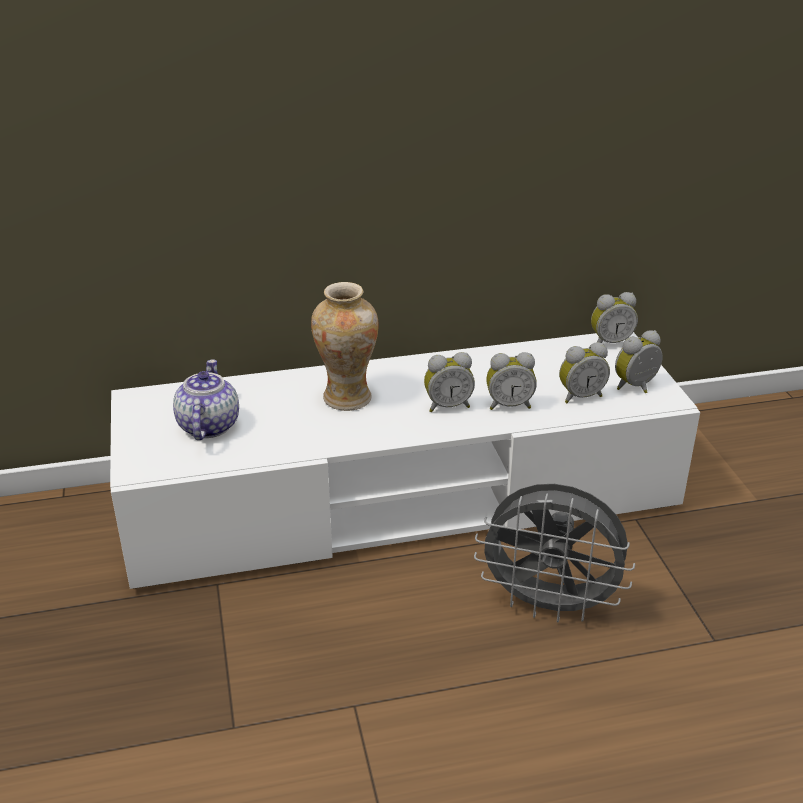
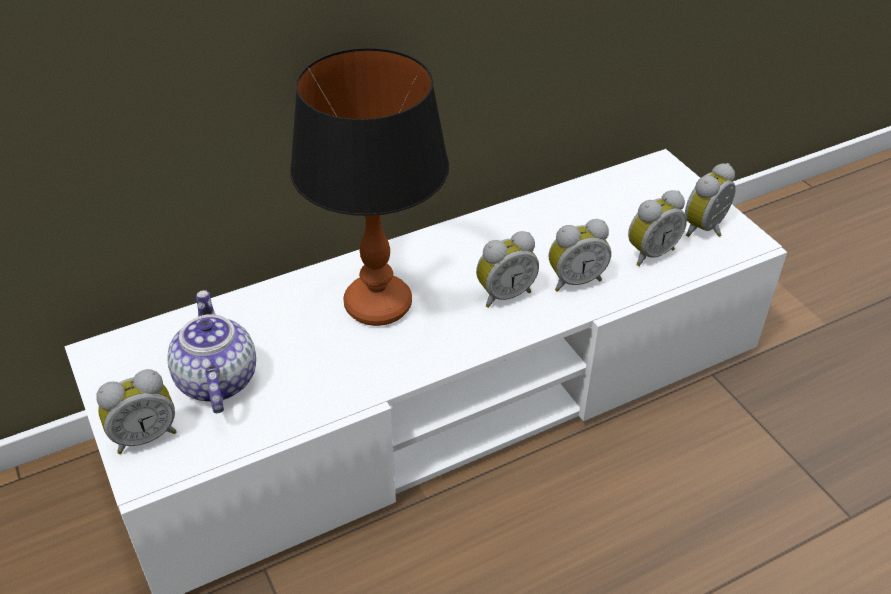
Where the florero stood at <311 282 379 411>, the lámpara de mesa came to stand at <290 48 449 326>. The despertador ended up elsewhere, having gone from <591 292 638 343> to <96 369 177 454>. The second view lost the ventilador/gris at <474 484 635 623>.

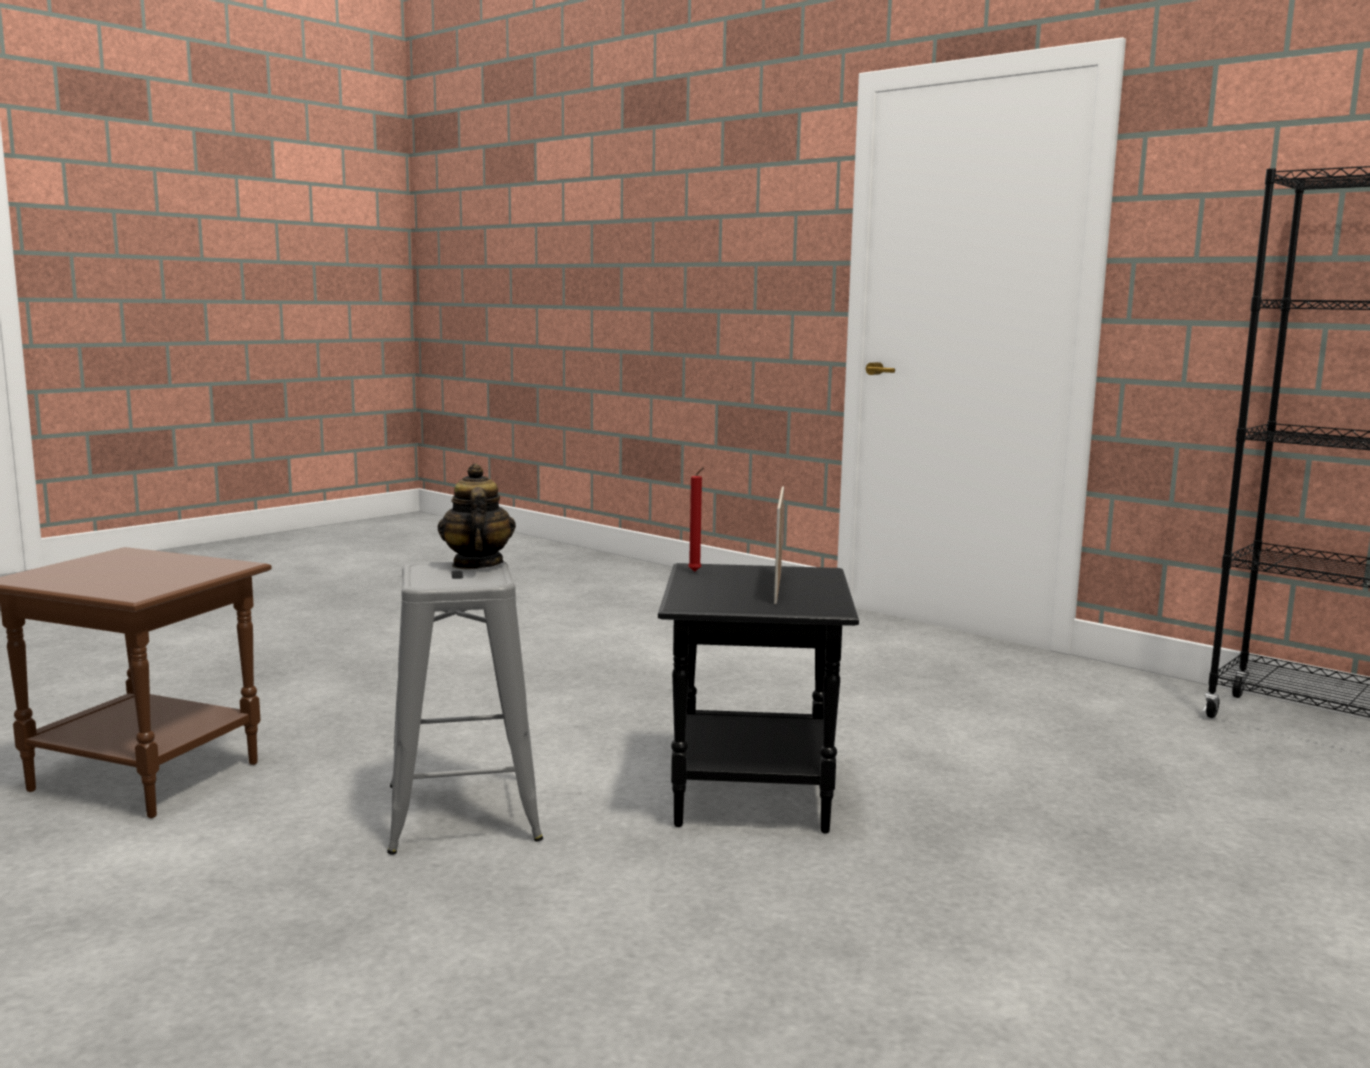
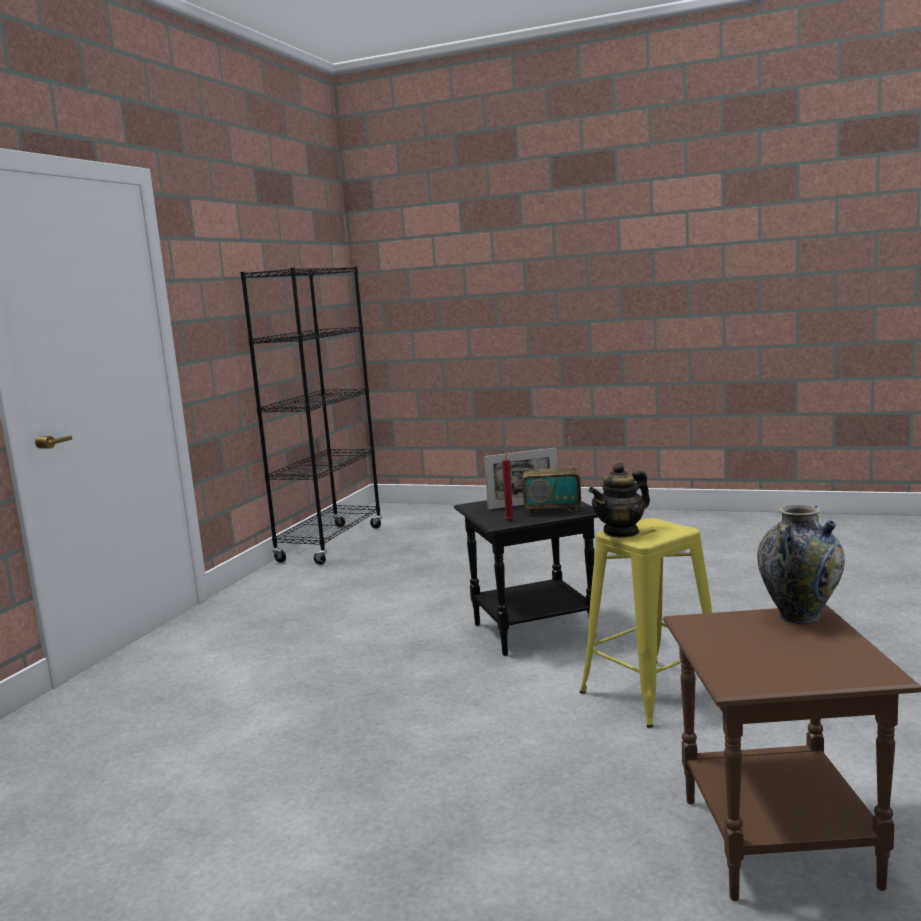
What was the taburete/gris at <387 561 543 855> turned into the taburete/amarillo at <580 518 712 728>. The second view gained the radio at <522 437 581 515>. The second view gained the florero at <757 505 845 624>.

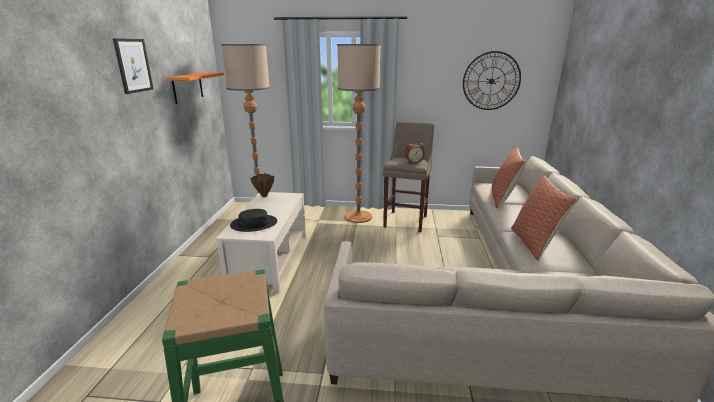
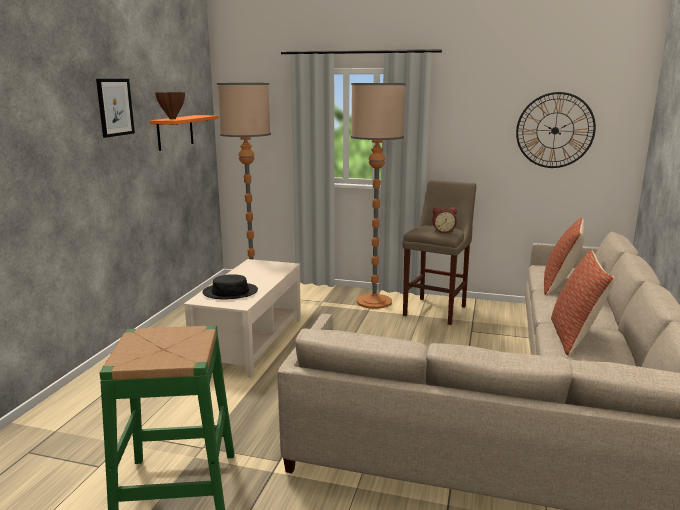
The florero/marrón ended up elsewhere, having gone from <250 173 274 197> to <155 92 185 119>.

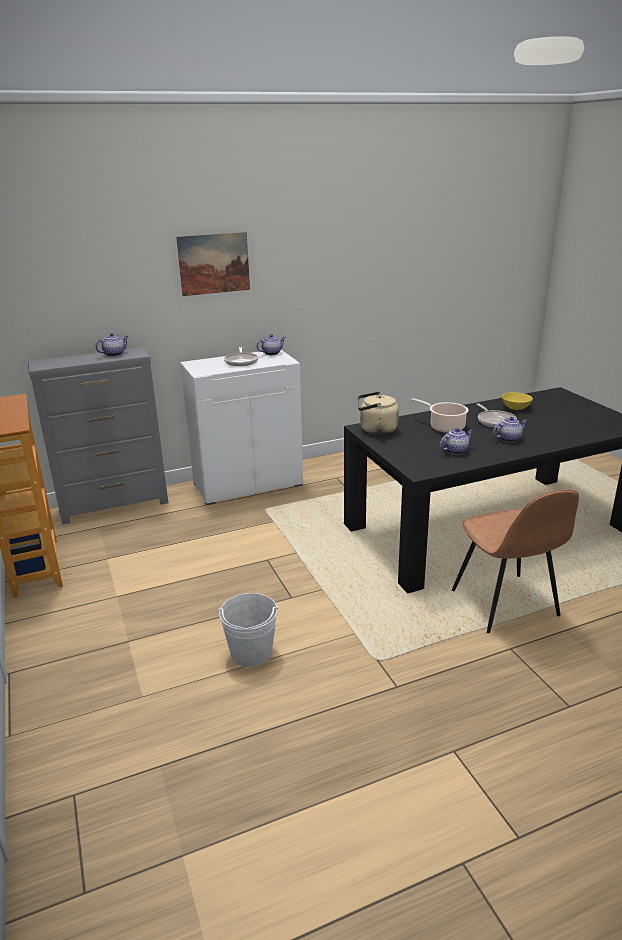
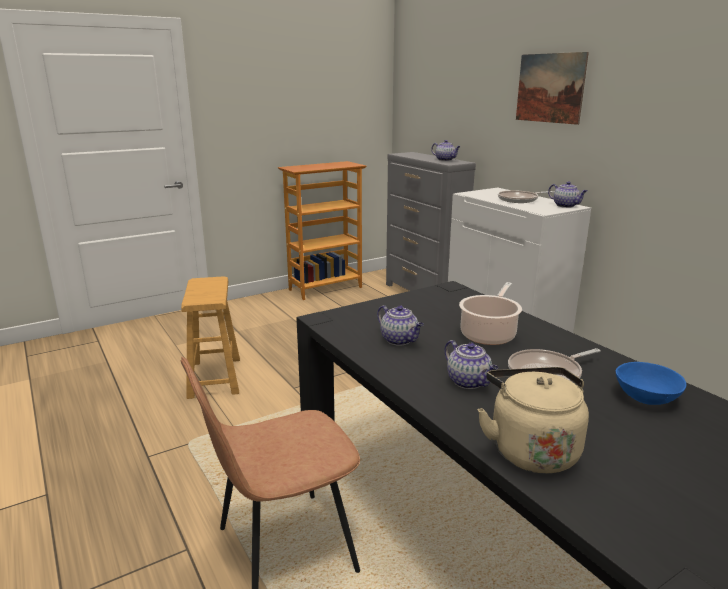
The hervidor/beis ended up elsewhere, having gone from <358 391 399 435> to <477 367 589 473>. What was the cuenco/amarillo at <502 392 533 410> turned into the cuenco/azul at <616 362 686 405>. Where the cubo/blanco stood at <218 593 278 667>, the taburete/marrón came to stand at <181 276 240 399>.

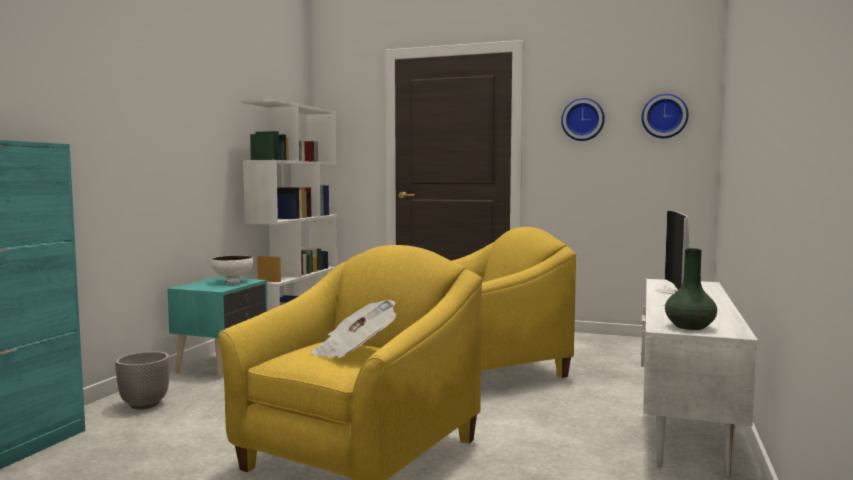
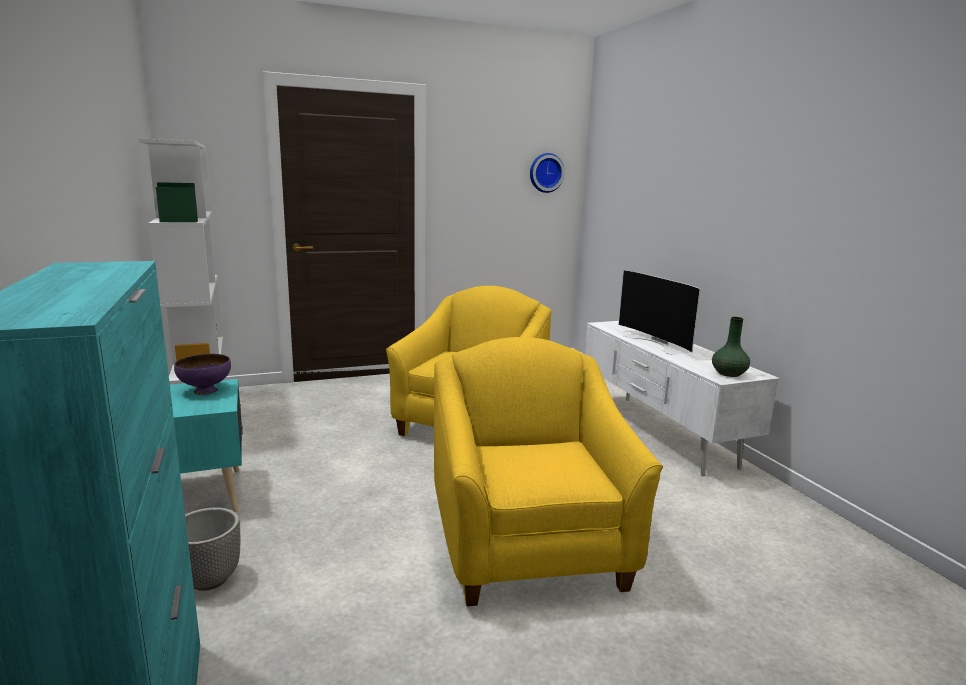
The second view lost the reloj de pared at <561 98 605 141>. What was the cuenco/blanco at <211 256 253 284> turned into the cuenco/morado at <174 354 231 395>. The second view lost the periódico at <311 300 396 358>.

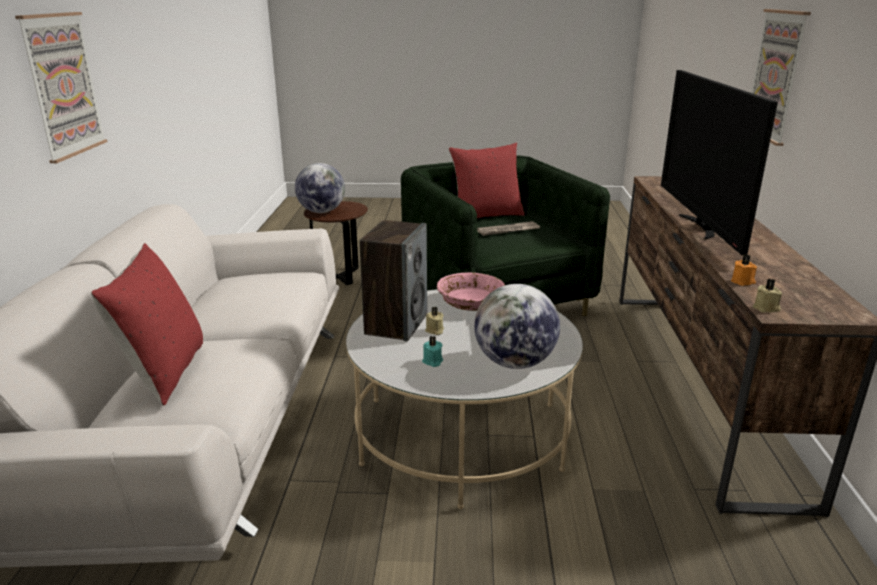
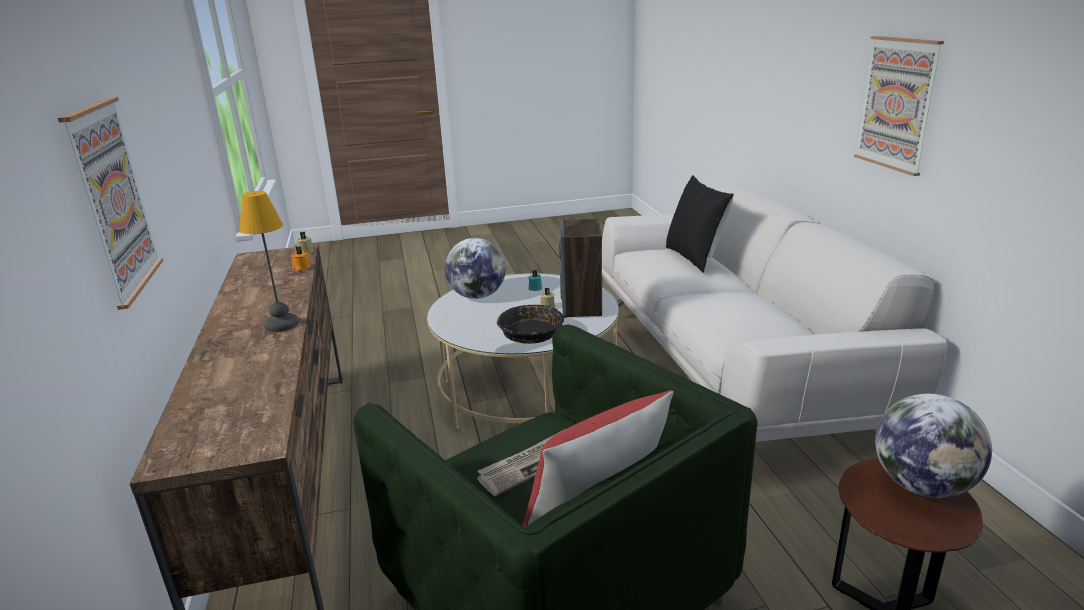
Where the televisor stood at <661 70 778 255>, the lámpara de mesa came to stand at <239 191 299 332>. What was the cojín/rojo at <91 243 203 406> turned into the cojín/negro at <666 175 734 273>. What was the cuenco/rosa at <437 272 505 311> turned into the cuenco/negro at <497 305 564 344>.

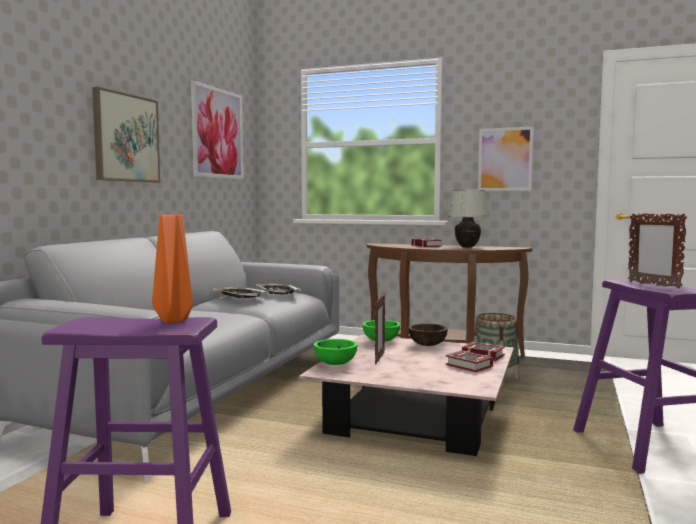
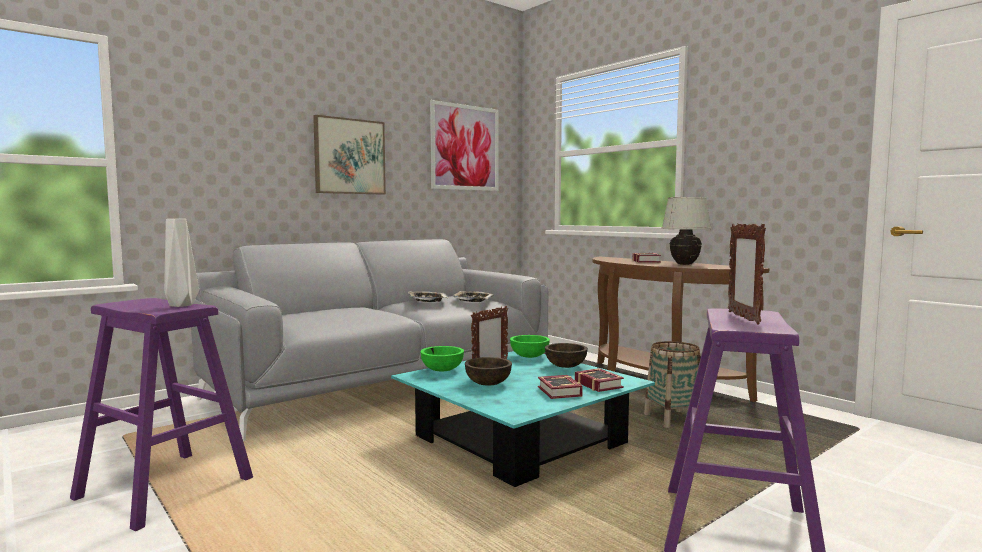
The second view lost the cuadro at <478 127 533 191>. What was the florero/naranja at <152 214 193 323> turned into the florero/gris at <164 219 199 307>. What was the mesa de centro/rosa at <299 335 514 456> turned into the mesa de centro/turquesa at <391 351 655 487>. The second view gained the cuenco/marrón at <465 357 512 386>.

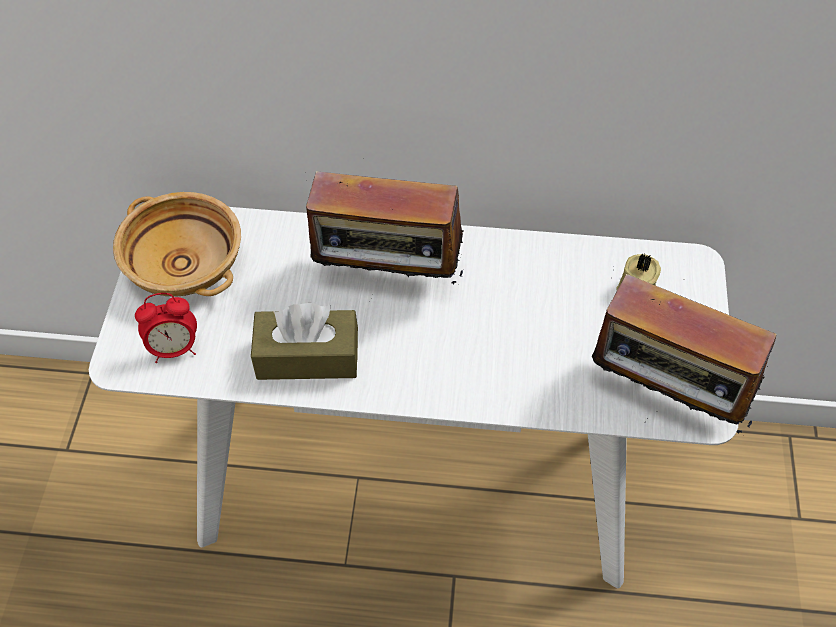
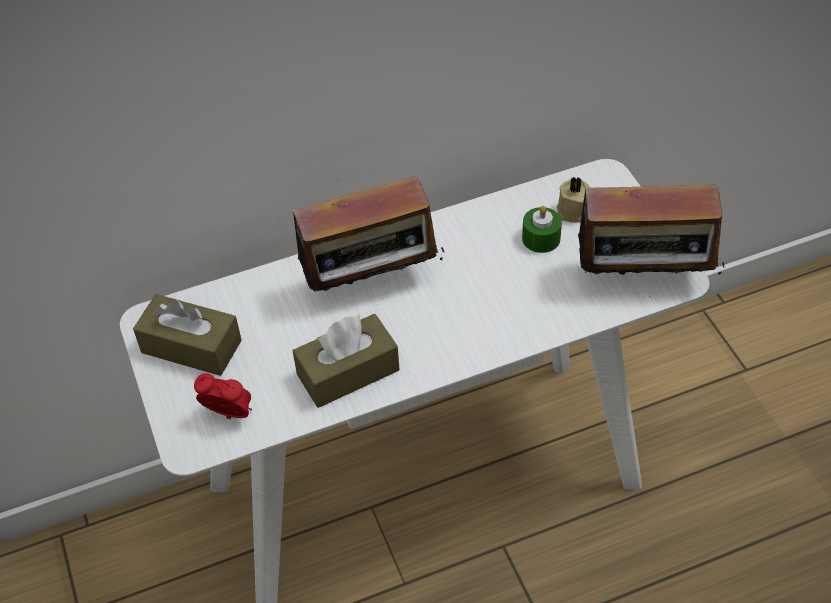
Where the cuenco/beis stood at <113 192 241 297>, the caja de pañuelos/marrón came to stand at <133 294 242 376>. The despertador at <135 293 197 363> ended up facing another way, 120 degrees counterclockwise from before. The second view gained the vela/verde at <522 206 562 253>.

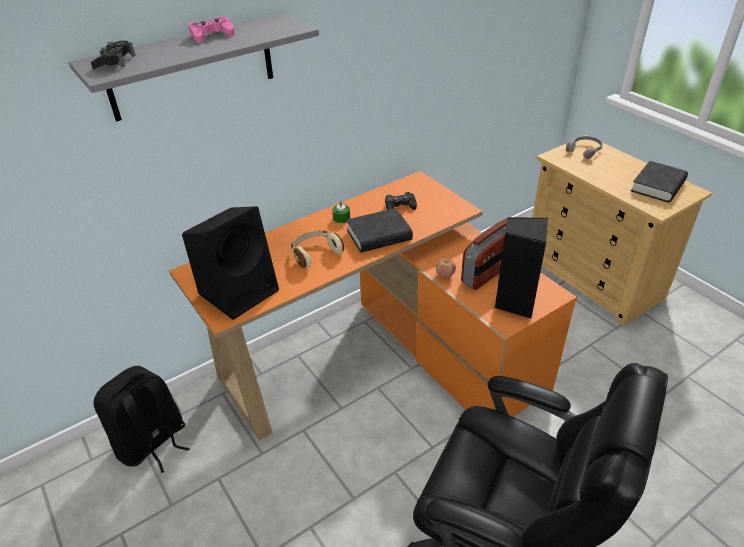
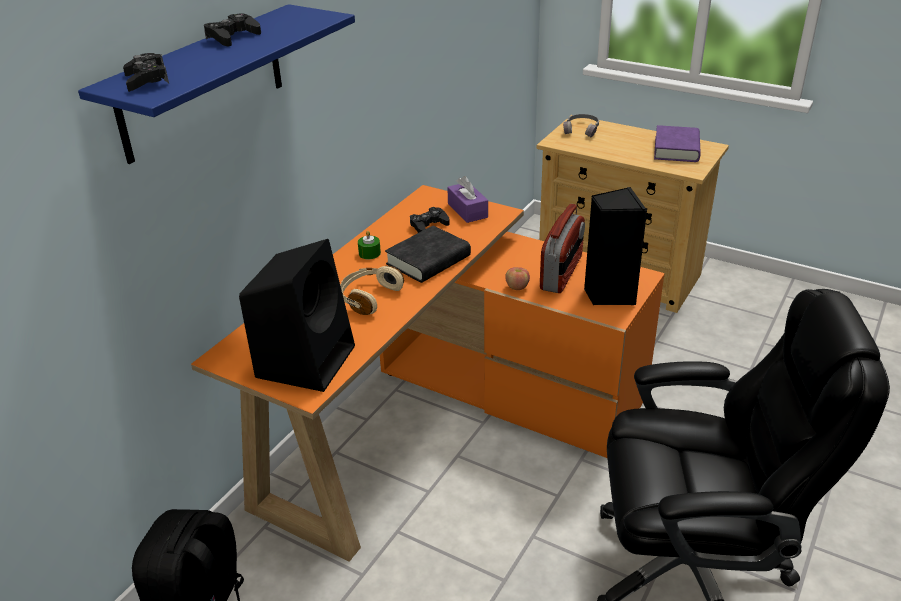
What was the estante/gris at <69 13 319 122> turned into the estante/azul at <78 4 355 164>. What was the mando de consola/rosa at <188 17 235 43> turned into the mando de consola/negro at <204 14 261 47>. What was the libro/negro at <631 161 688 203> turned into the libro/morado at <654 125 701 162>. The second view gained the caja de pañuelos/morado at <447 176 488 223>.

